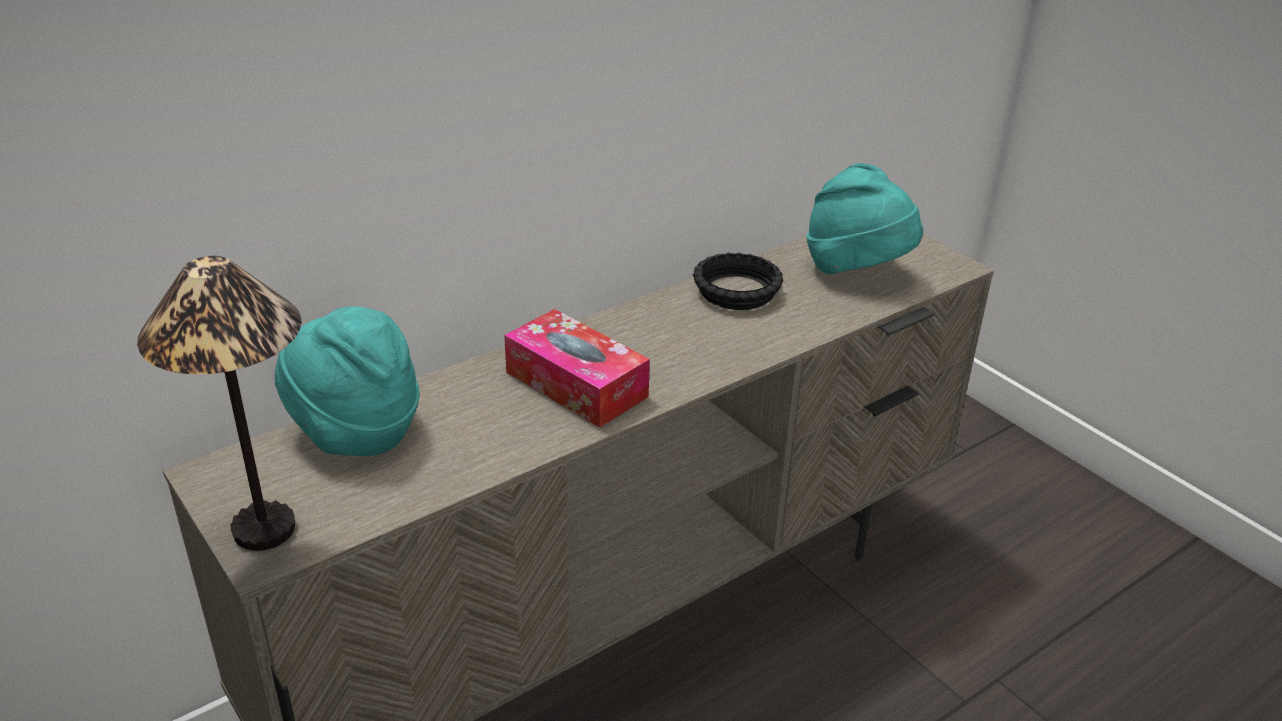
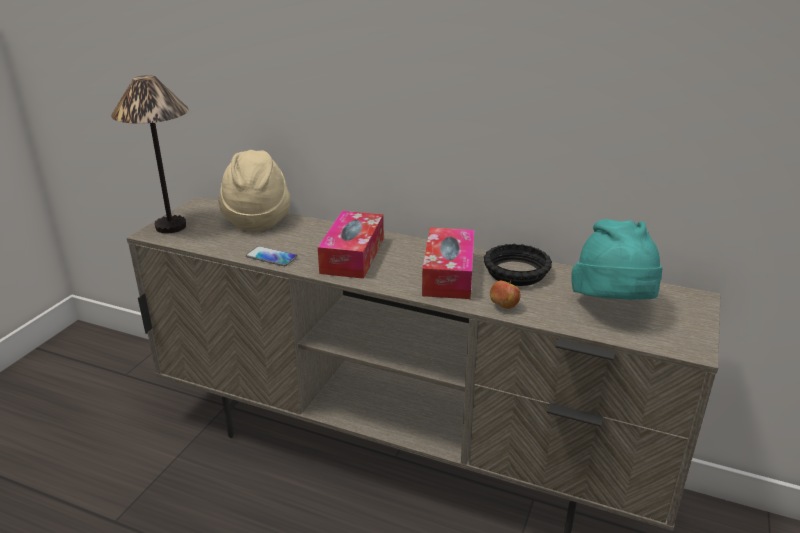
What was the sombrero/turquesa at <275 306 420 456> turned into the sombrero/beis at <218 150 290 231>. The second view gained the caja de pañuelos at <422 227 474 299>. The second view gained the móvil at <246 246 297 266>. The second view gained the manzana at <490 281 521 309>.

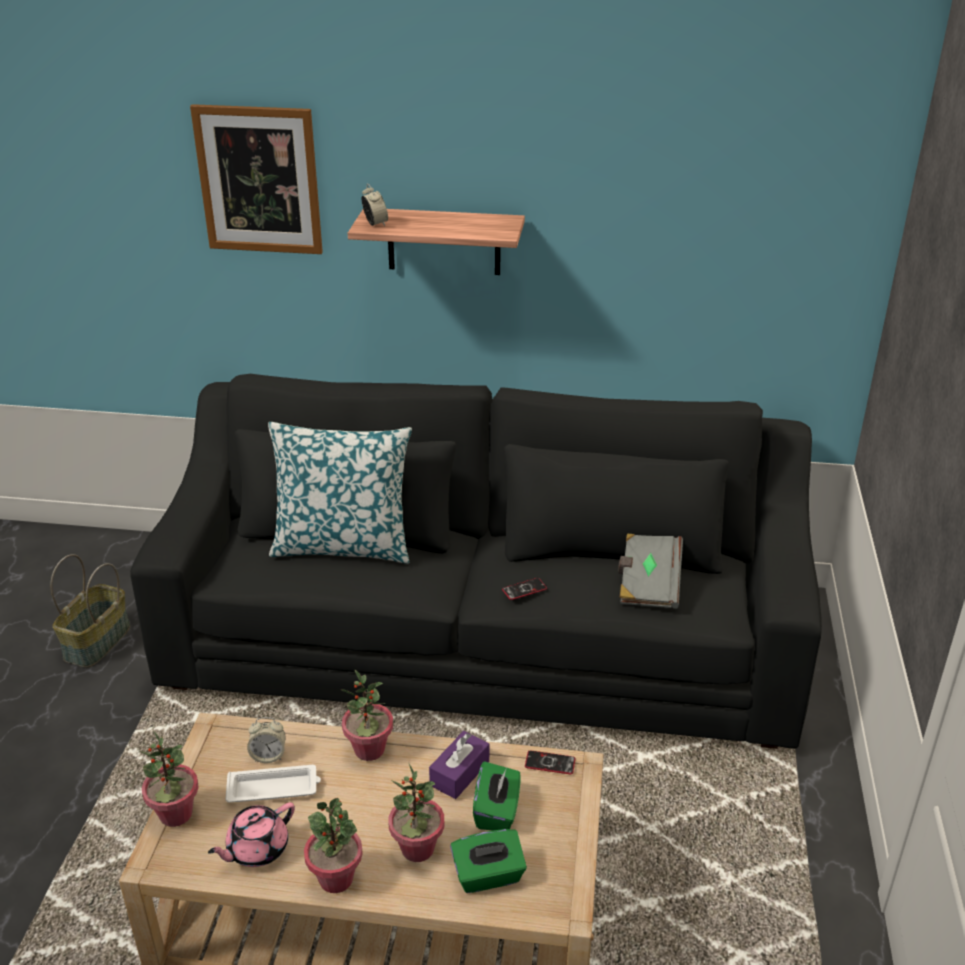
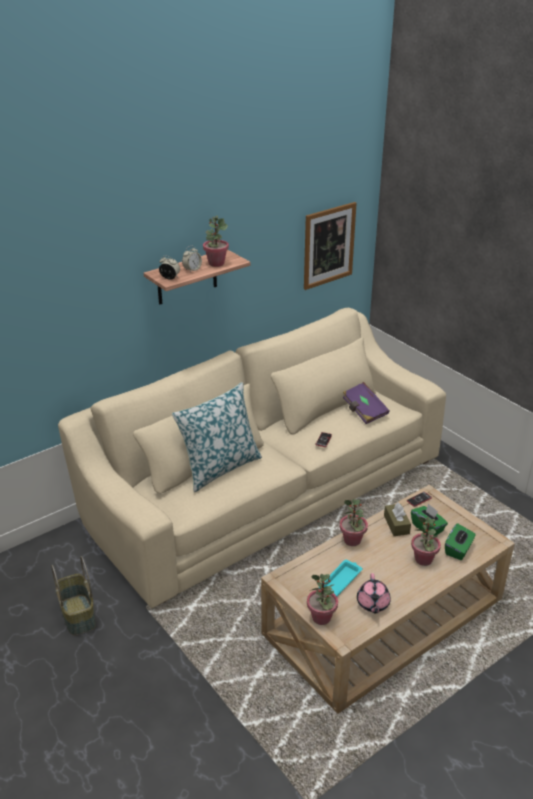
The cuadro ended up elsewhere, having gone from <190 104 323 254> to <304 202 357 290>. What was the sofá/negro at <130 374 822 749> turned into the sofá/beis at <58 308 446 608>. What was the libro/gris at <619 534 683 609> turned into the libro/morado at <343 382 390 424>. The despertador ended up elsewhere, having gone from <247 717 286 763> to <182 246 202 273>. What was the caja de pañuelos/morado at <429 731 489 799> turned into the caja de pañuelos/marrón at <384 502 411 536>. What was the bandeja/blanco at <226 765 321 802> turned into the bandeja/turquesa at <319 560 362 596>. The planta en maceta ended up elsewhere, having gone from <304 798 363 893> to <203 216 229 267>.

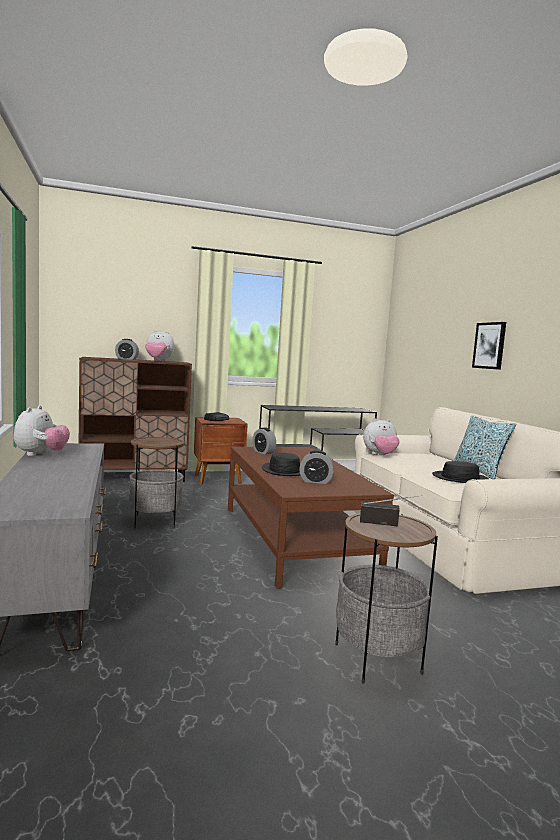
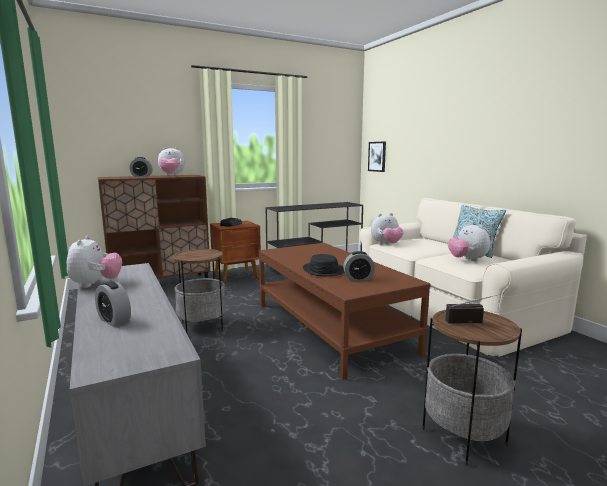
The cuadro ended up elsewhere, having gone from <472 322 506 370> to <368 141 386 172>. The despertador ended up elsewhere, having gone from <252 428 276 454> to <95 281 131 327>. Where the sombrero/negro stood at <432 461 489 483>, the peluche came to stand at <448 222 490 262>.

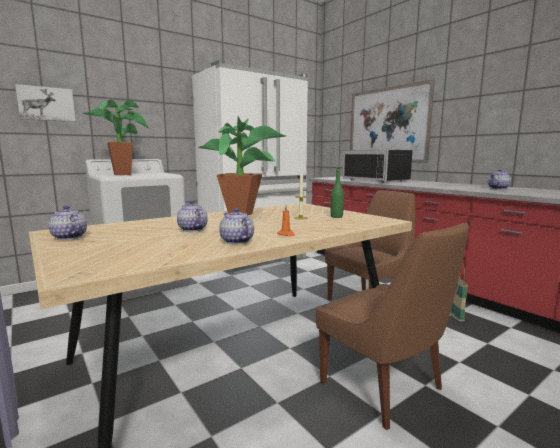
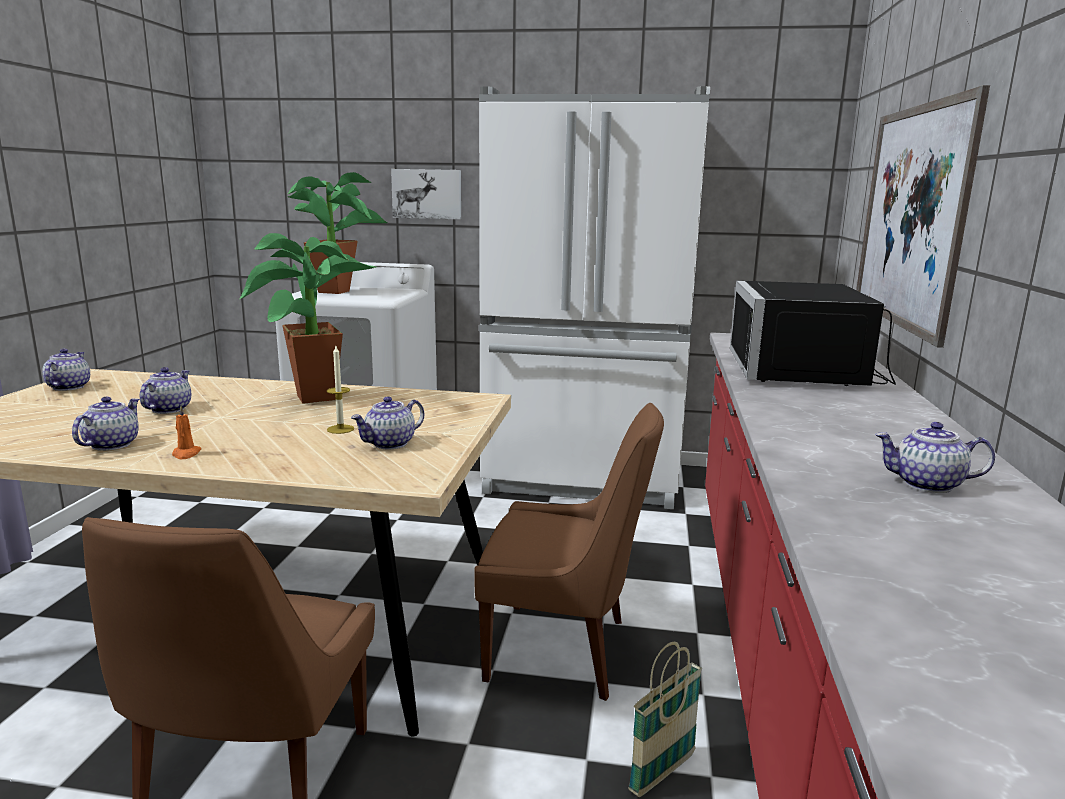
The cuadro ended up elsewhere, having gone from <15 84 76 122> to <391 169 461 220>. Where the botella/verde stood at <331 168 344 218>, the tetera came to stand at <351 397 424 449>.

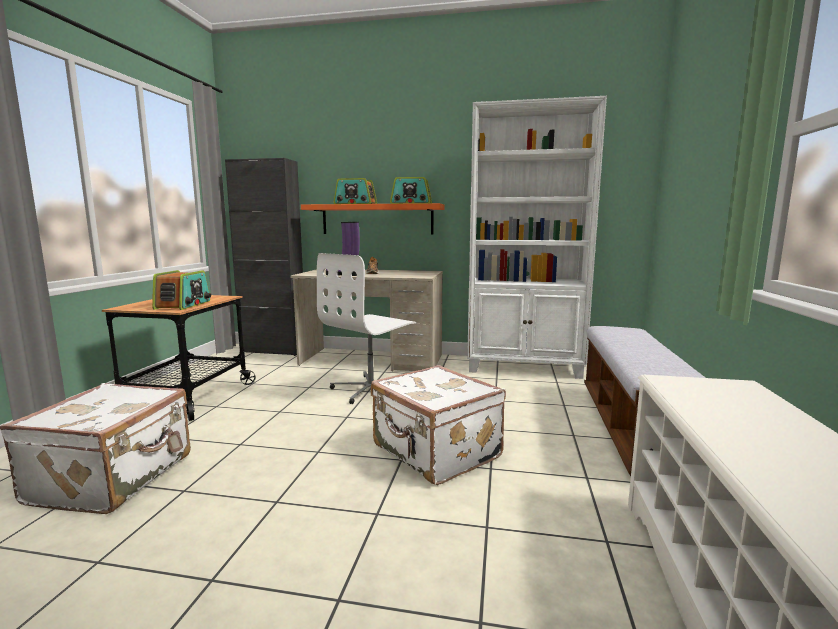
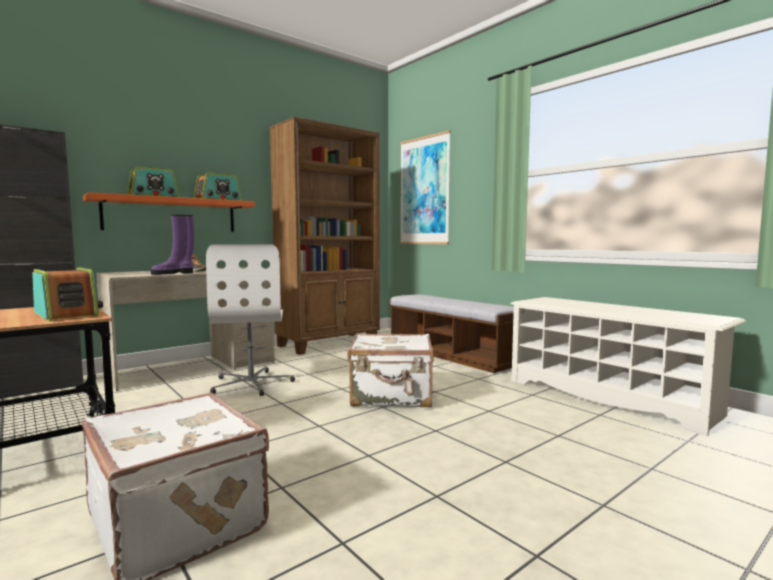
What was the estantería/blanco at <467 96 607 379> turned into the estantería/marrón at <270 117 380 355>. The second view gained the cuadro at <400 130 451 244>.

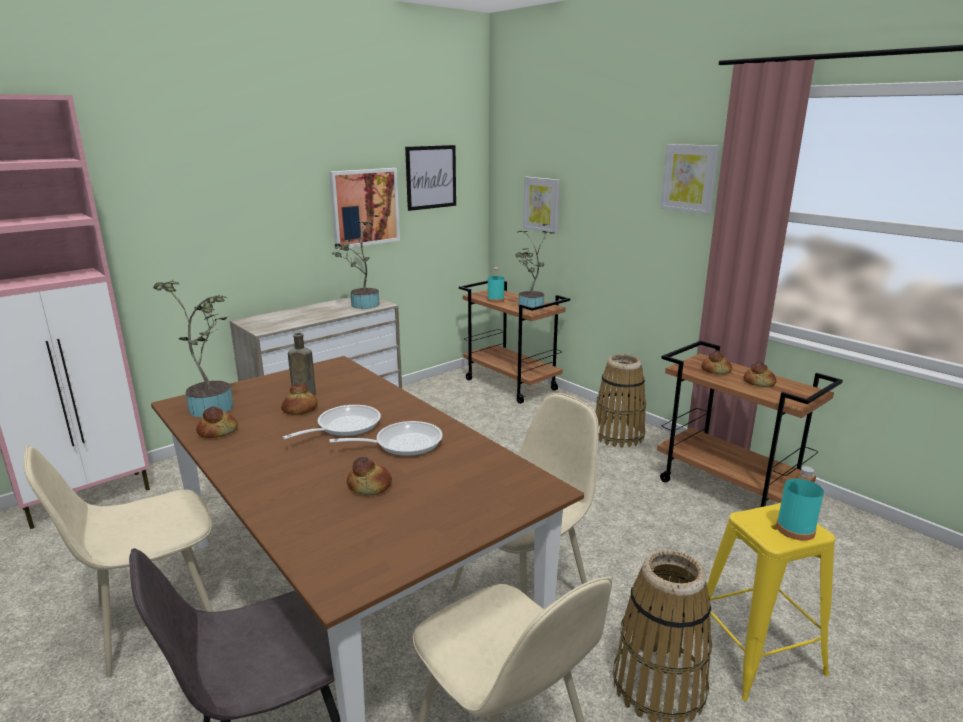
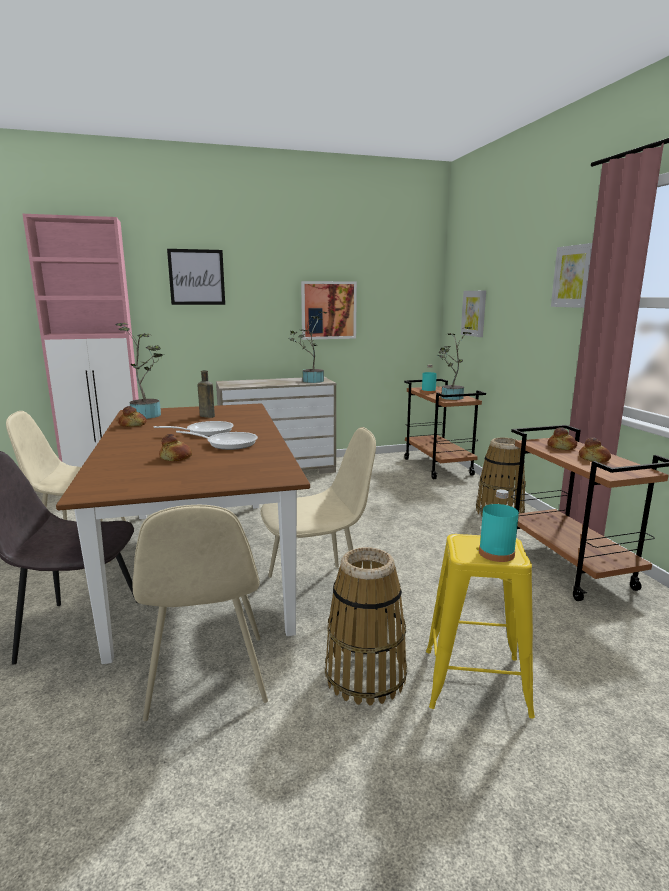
The cuadro ended up elsewhere, having gone from <405 145 456 211> to <167 249 225 305>. The second view lost the pan at <281 382 318 415>.

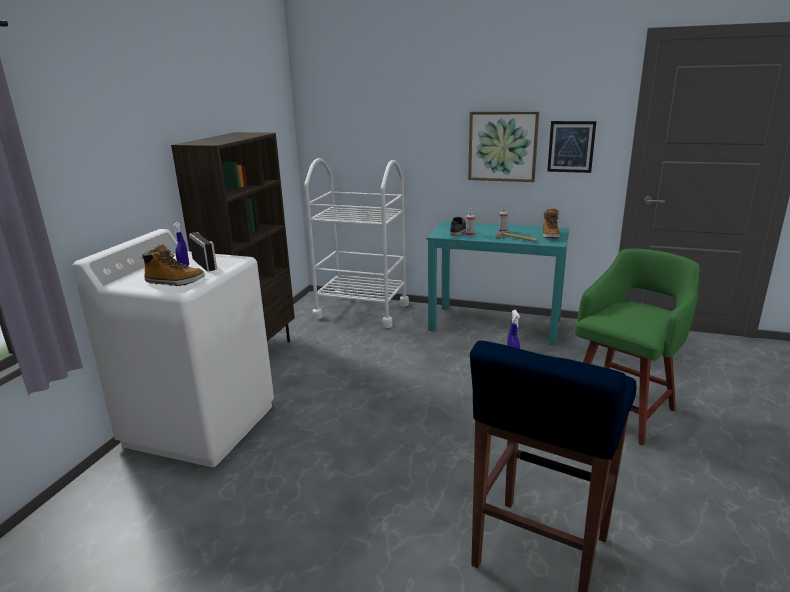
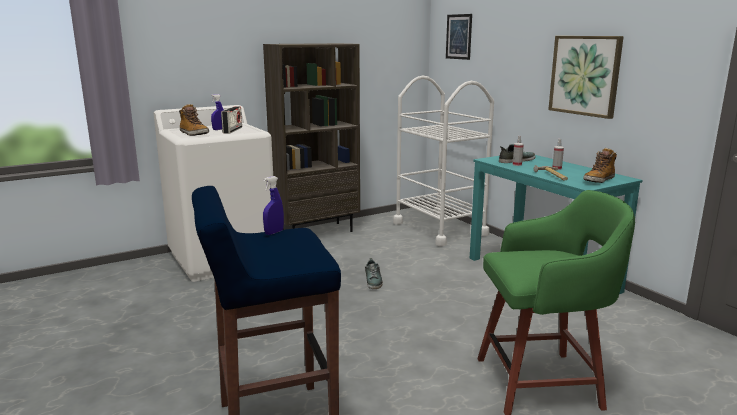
The cuadro ended up elsewhere, having gone from <547 121 596 173> to <446 14 472 60>. The second view gained the zapato at <365 258 383 289>.

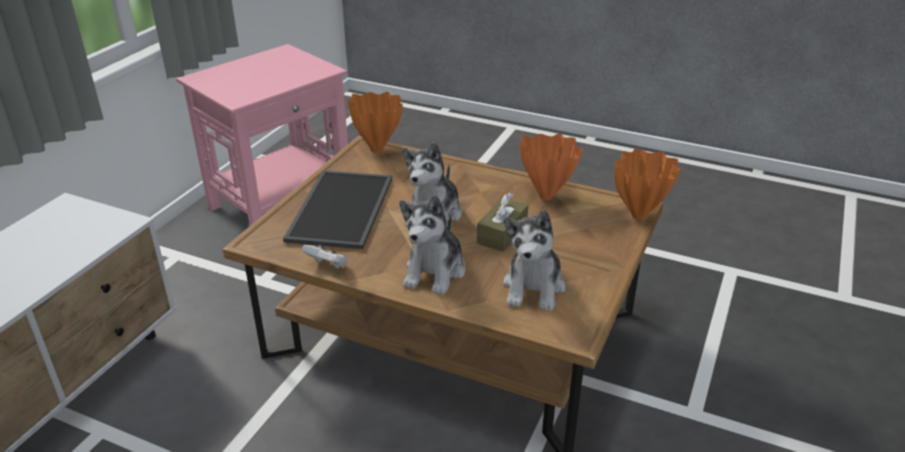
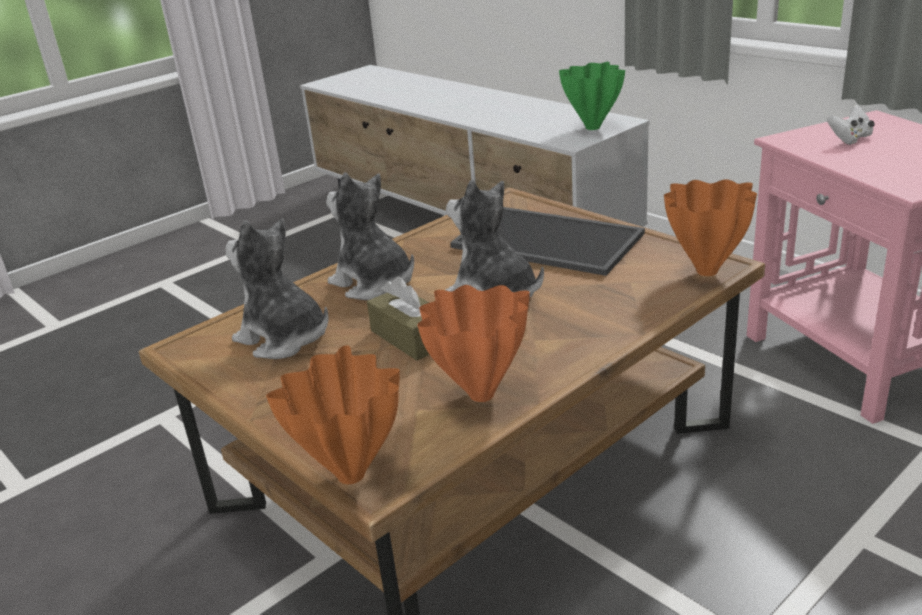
The mando de consola/blanco ended up elsewhere, having gone from <302 245 348 269> to <827 105 875 145>. The second view gained the florero/verde at <559 62 625 130>.

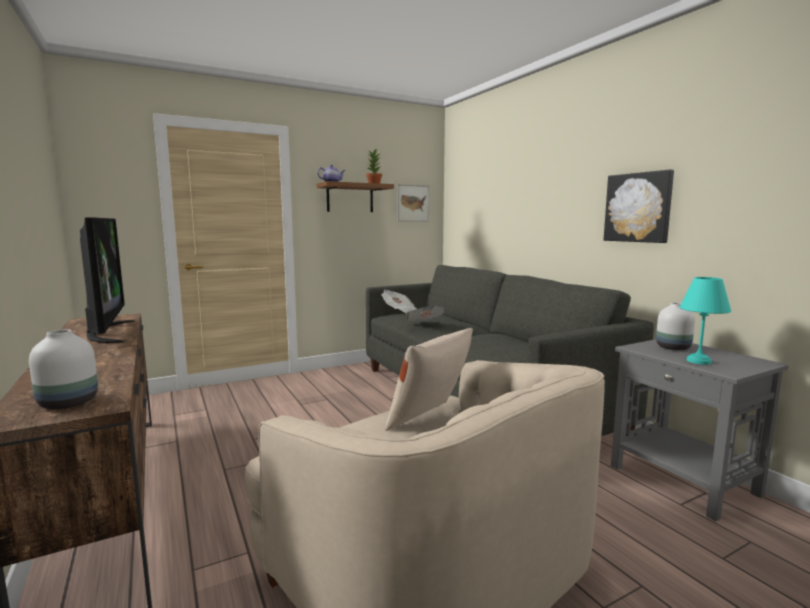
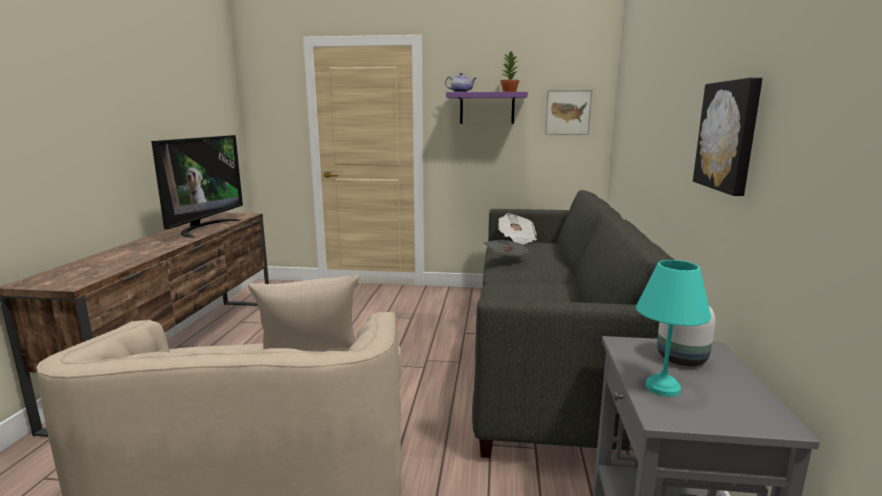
What was the estante/marrón at <317 181 394 212> turned into the estante/morado at <446 92 528 124>. The second view lost the florero/blanco at <29 329 98 409>.

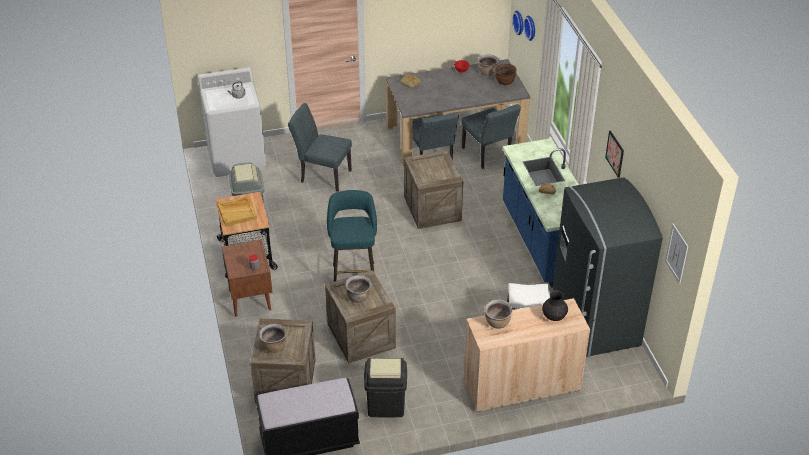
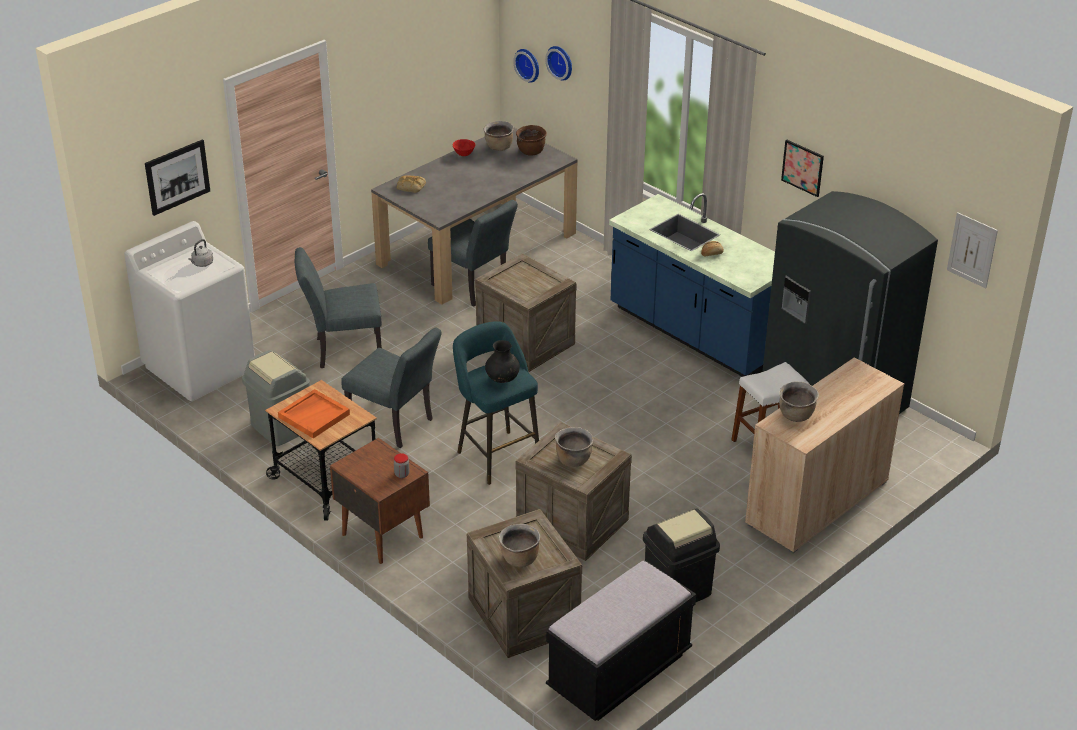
The silla/gris ended up elsewhere, having gone from <461 104 521 169> to <341 327 442 448>. What was the bandeja/beis at <217 196 257 226> turned into the bandeja/naranja at <278 389 350 438>. The florero/negro ended up elsewhere, having gone from <542 290 568 321> to <485 340 520 383>. The second view gained the cuadro at <145 139 210 216>.

